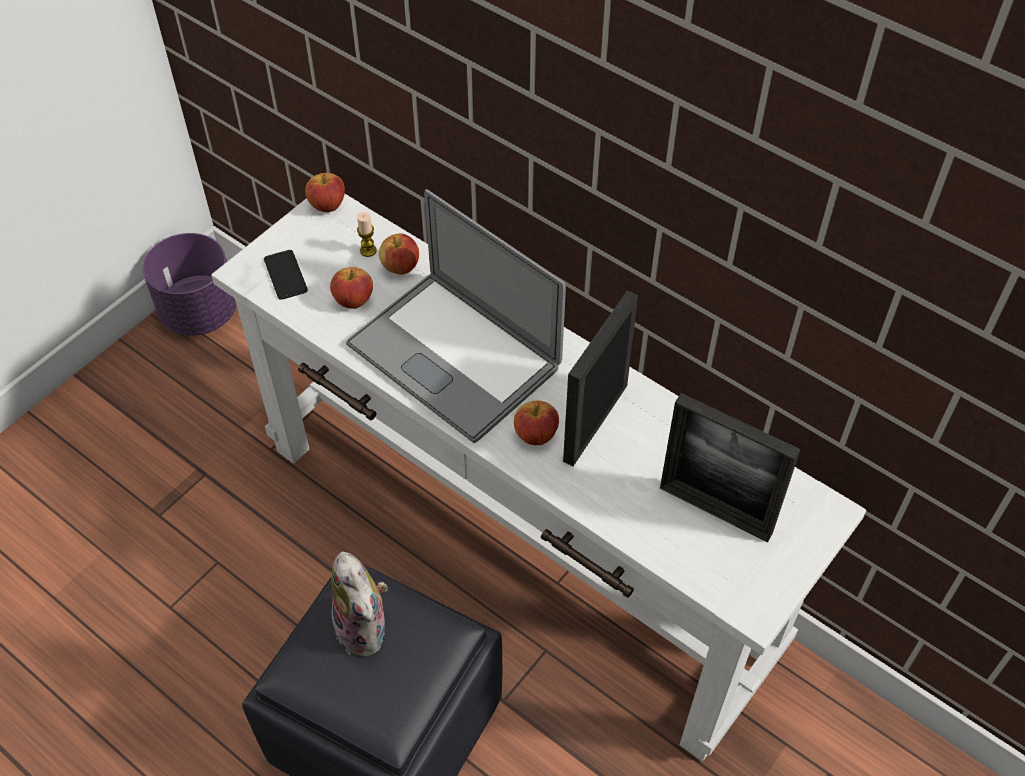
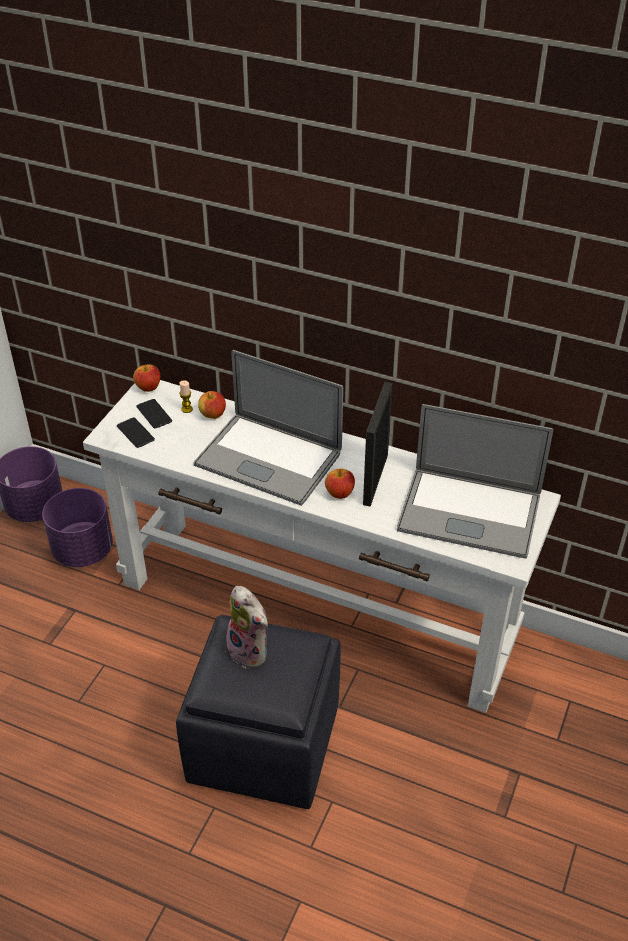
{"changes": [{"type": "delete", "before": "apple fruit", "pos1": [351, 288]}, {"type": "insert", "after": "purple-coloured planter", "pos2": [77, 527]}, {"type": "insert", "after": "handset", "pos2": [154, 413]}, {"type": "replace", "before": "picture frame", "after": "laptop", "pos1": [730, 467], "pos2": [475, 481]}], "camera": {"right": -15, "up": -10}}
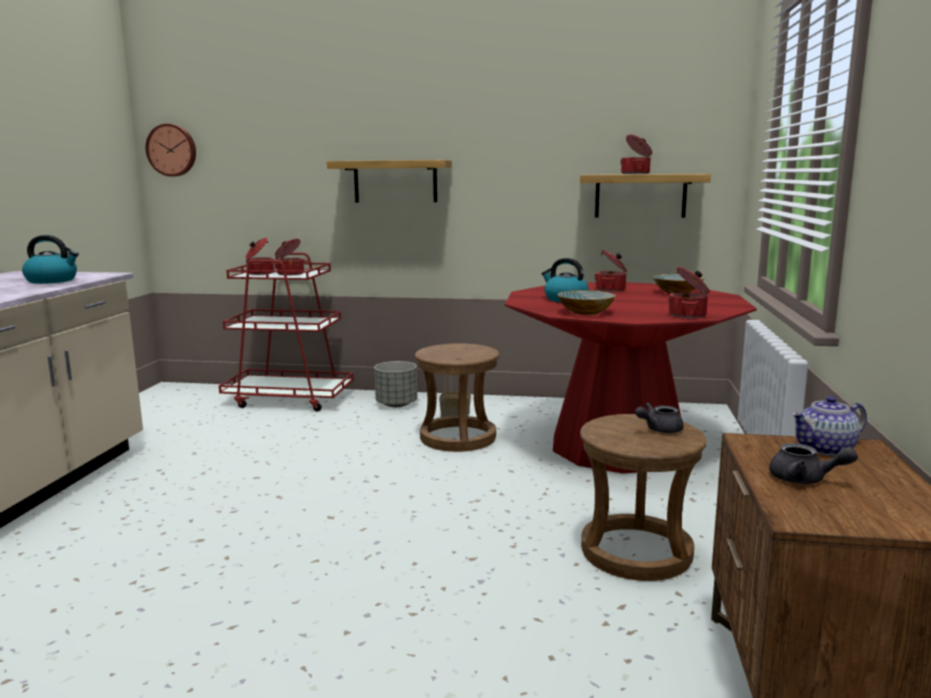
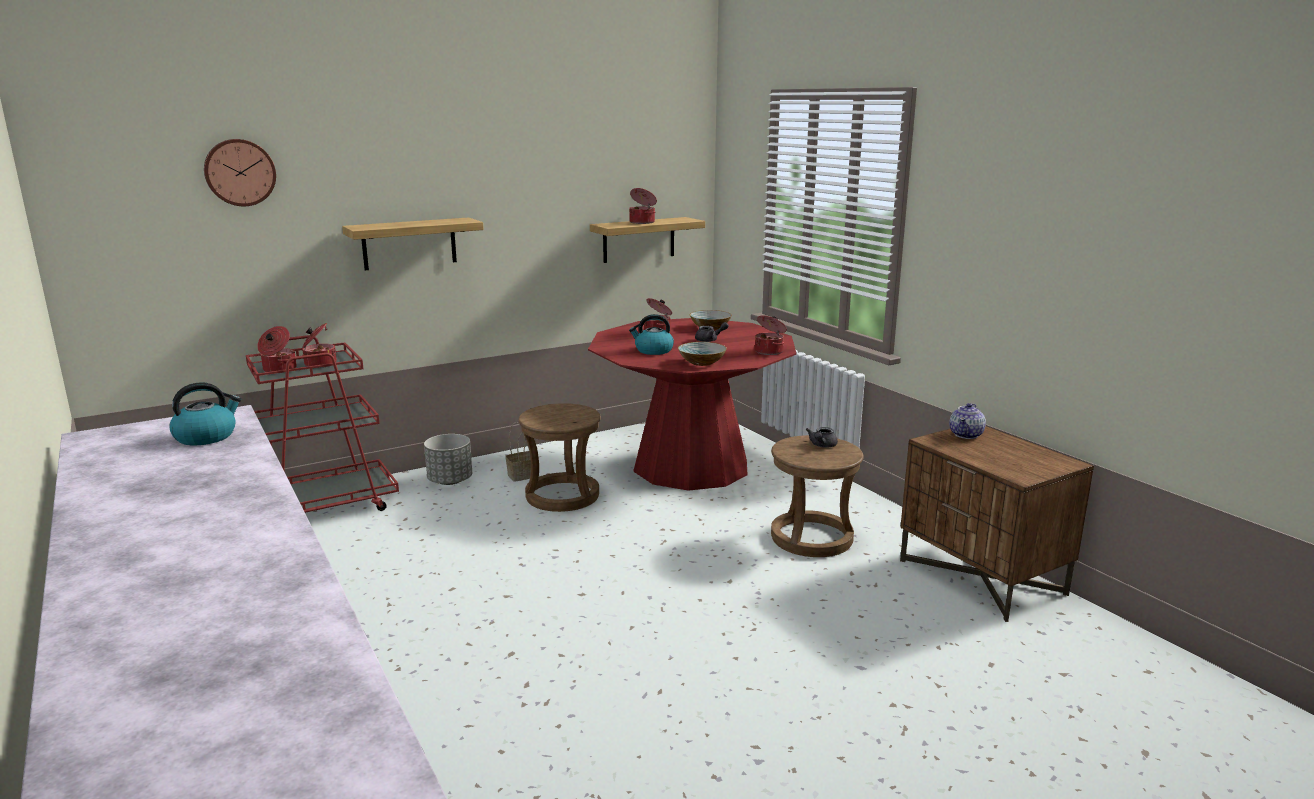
{"changes": [{"type": "move", "before": "hanging clock", "pos1": [171, 150], "pos2": [240, 172]}, {"type": "move", "before": "gray tea pot", "pos1": [813, 463], "pos2": [712, 332]}], "camera": {"right": -40, "up": 5}}
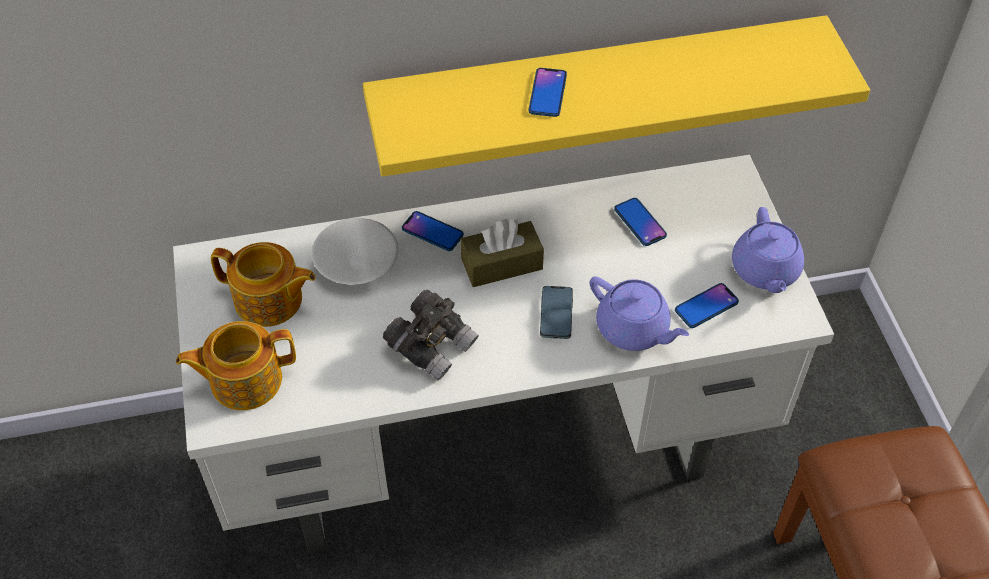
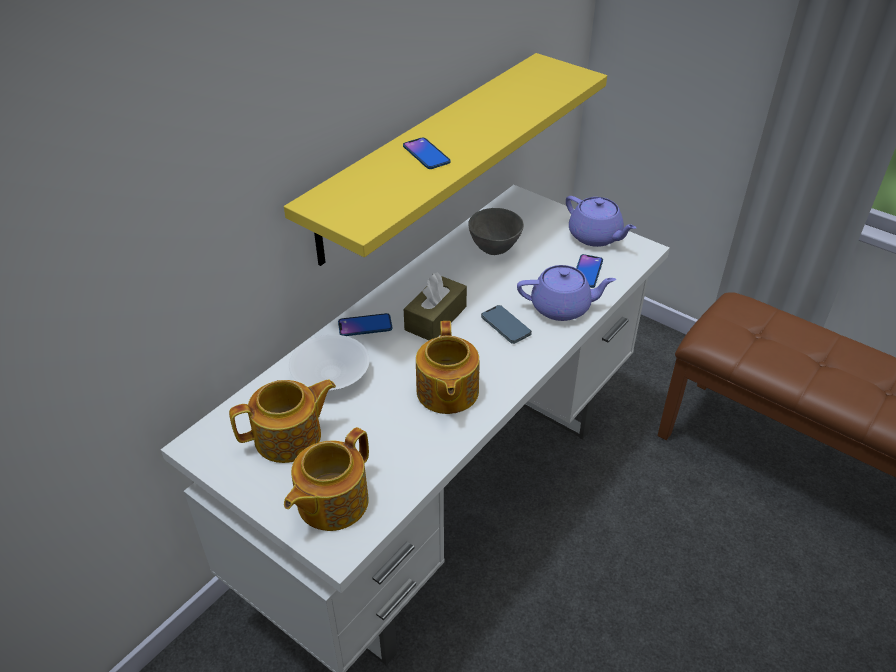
{"changes": [{"type": "replace", "before": "gray field glasses", "after": "tea pot", "pos1": [431, 335], "pos2": [447, 367]}, {"type": "replace", "before": "handset", "after": "gray deep dish", "pos1": [640, 222], "pos2": [496, 231]}], "camera": {"right": -40, "up": -10}}
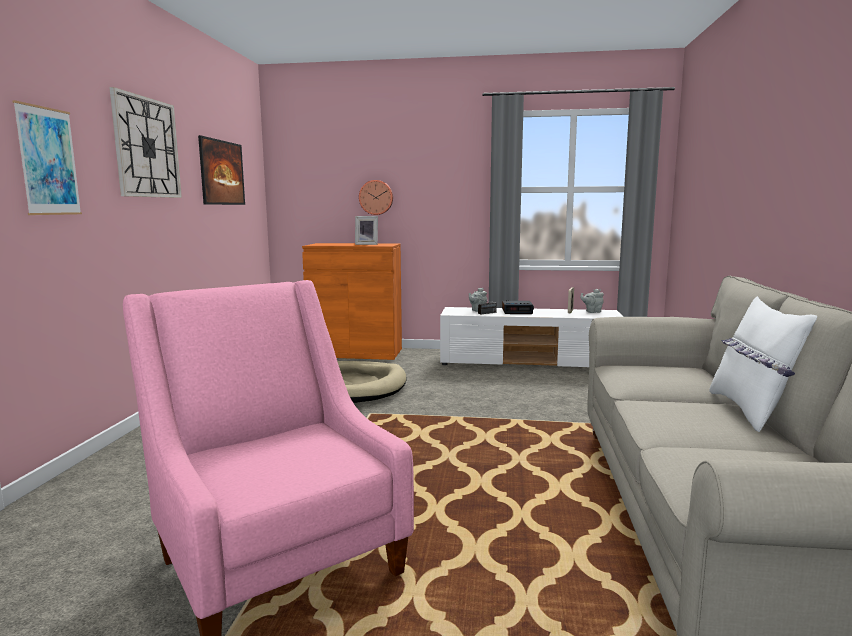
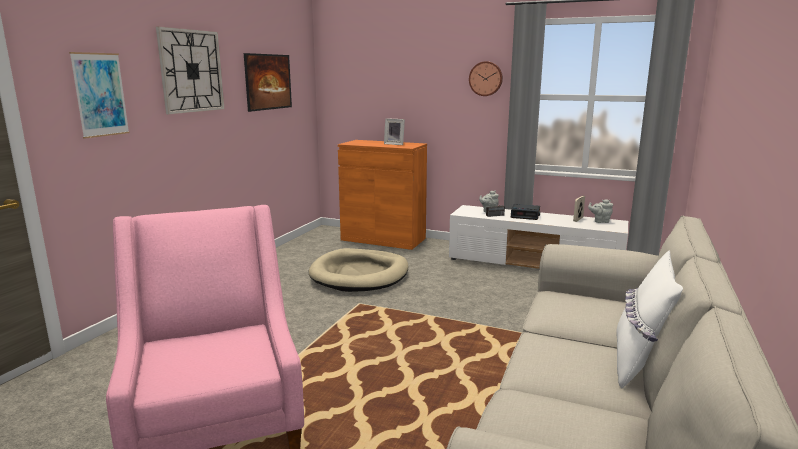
{"changes": [{"type": "move", "before": "hanging clock", "pos1": [376, 197], "pos2": [486, 78]}], "camera": {"right": 15, "up": 5}}
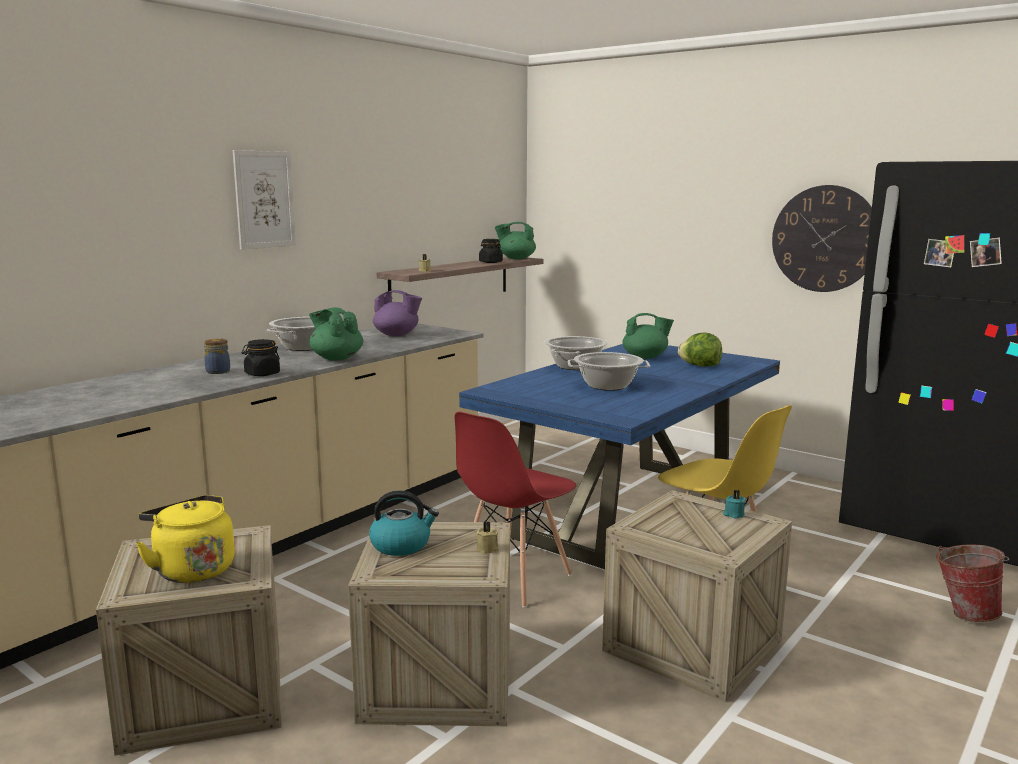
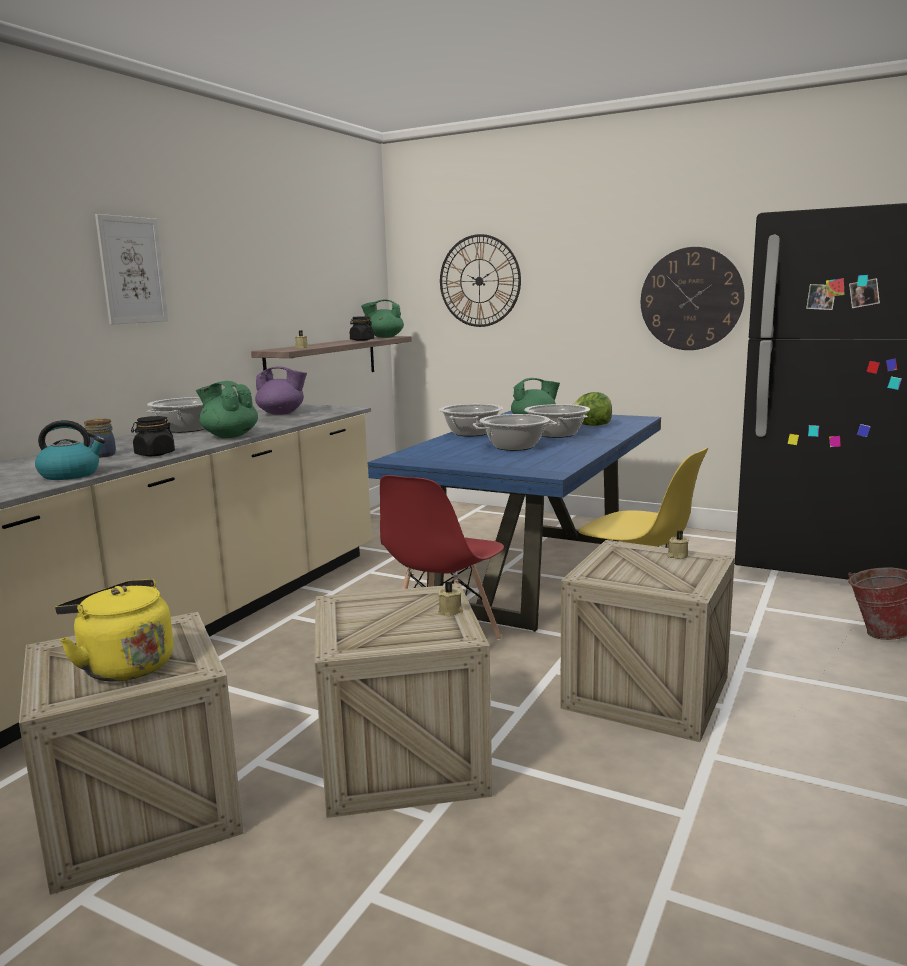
{"changes": [{"type": "insert", "after": "hanging clock", "pos2": [480, 280]}, {"type": "insert", "after": "saucepot", "pos2": [557, 421]}, {"type": "move", "before": "water kettle", "pos1": [404, 523], "pos2": [70, 450]}, {"type": "recolor", "before": "turquoise-coloured wax candle", "after": "beige wax candle", "pos1": [734, 504], "pos2": [678, 544]}], "camera": {"right": -10, "up": 0}}
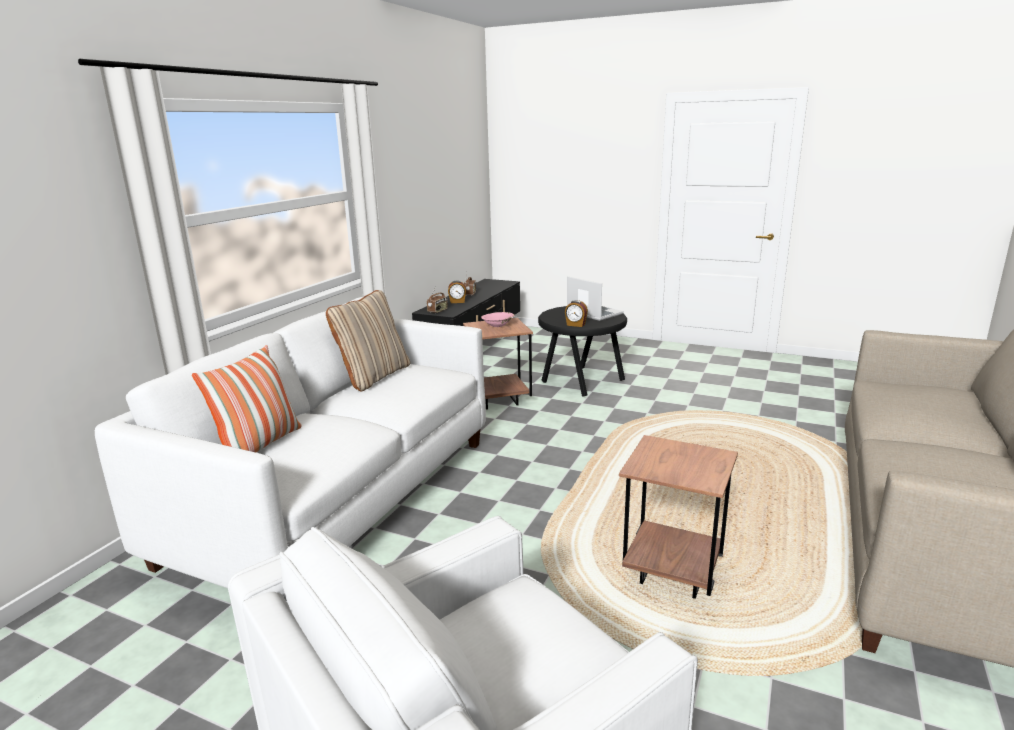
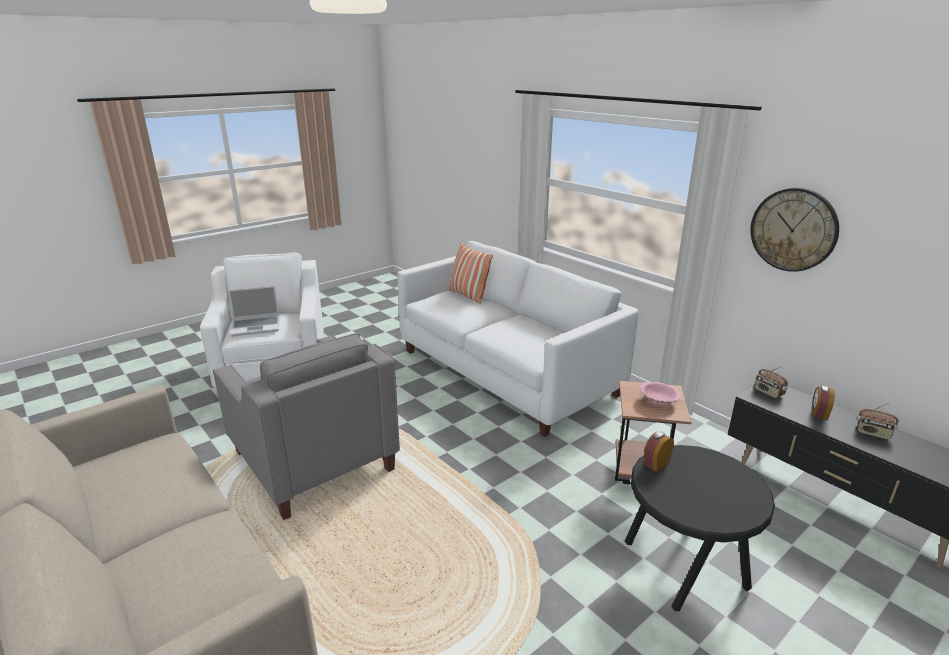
{"changes": [{"type": "delete", "before": "beige pillow", "pos1": [368, 340]}, {"type": "insert", "after": "hanging clock", "pos2": [794, 230]}, {"type": "move", "before": "laptop", "pos1": [595, 298], "pos2": [254, 311]}, {"type": "replace", "before": "brownish accent table", "after": "gray easy chair", "pos1": [678, 517], "pos2": [306, 426]}], "camera": {"right": 115, "up": 5}}
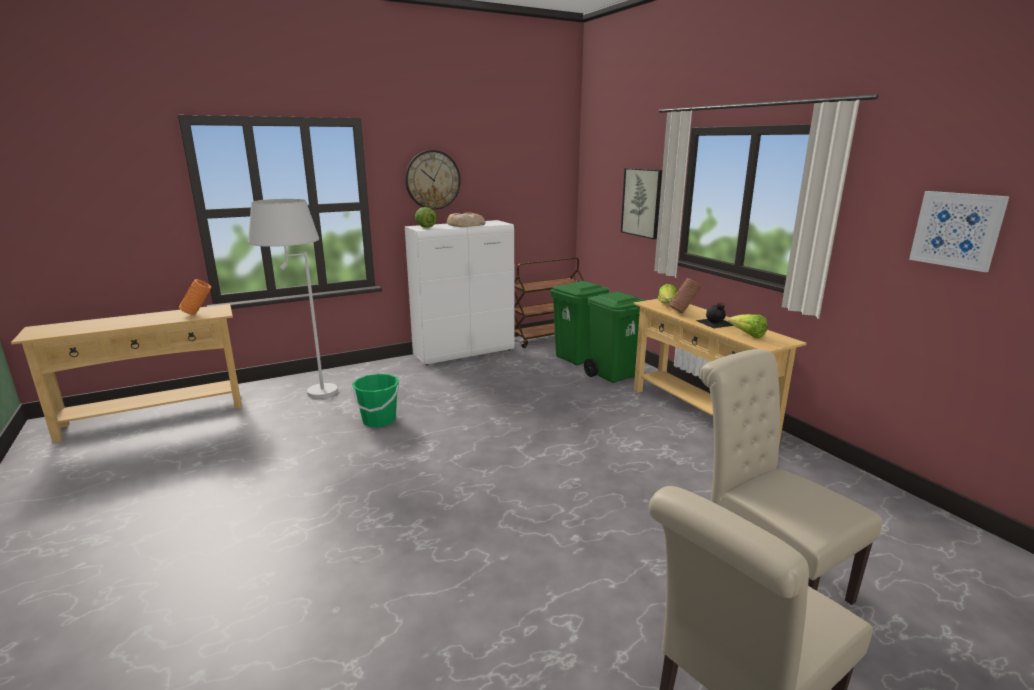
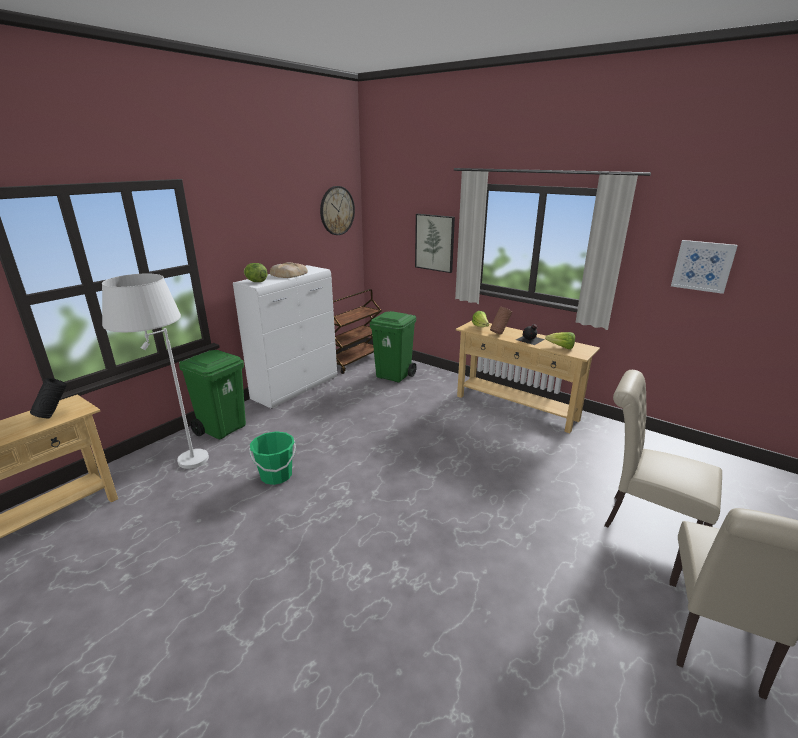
{"changes": [{"type": "move", "before": "hanging clock", "pos1": [433, 180], "pos2": [337, 210]}, {"type": "move", "before": "green trash can", "pos1": [615, 337], "pos2": [212, 394]}, {"type": "recolor", "before": "orange-coloured flower vase", "after": "black flower vase", "pos1": [195, 297], "pos2": [48, 398]}], "camera": {"right": -25, "up": 5}}
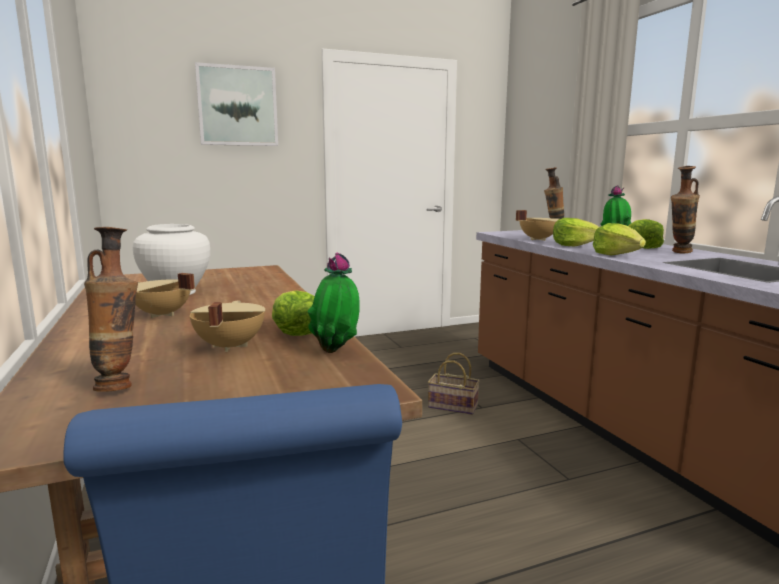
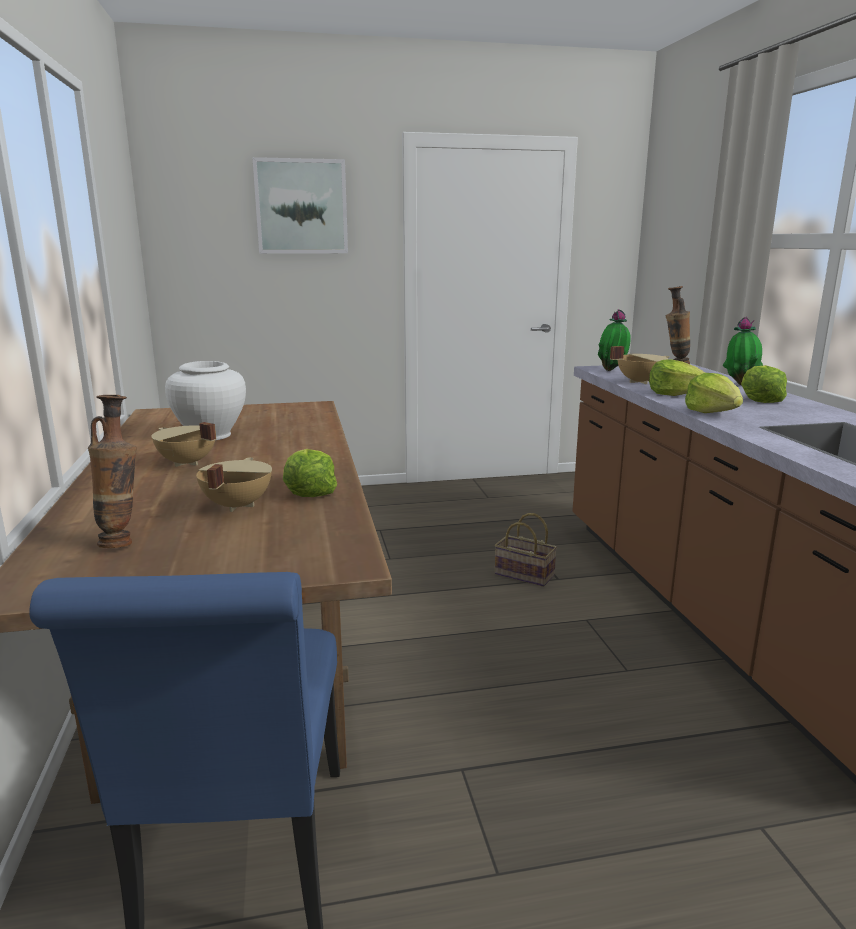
{"changes": [{"type": "delete", "before": "flower vase", "pos1": [685, 210]}, {"type": "move", "before": "houseplant", "pos1": [334, 303], "pos2": [614, 340]}], "camera": {"right": 10, "up": 5}}
